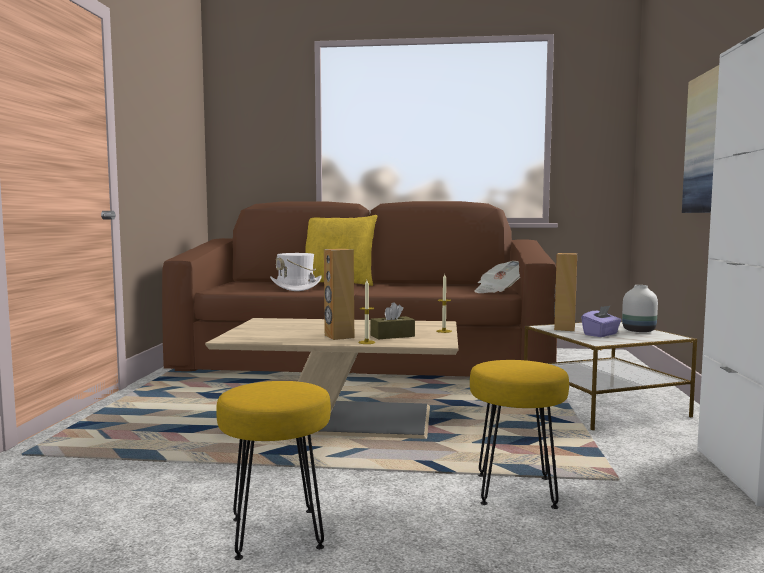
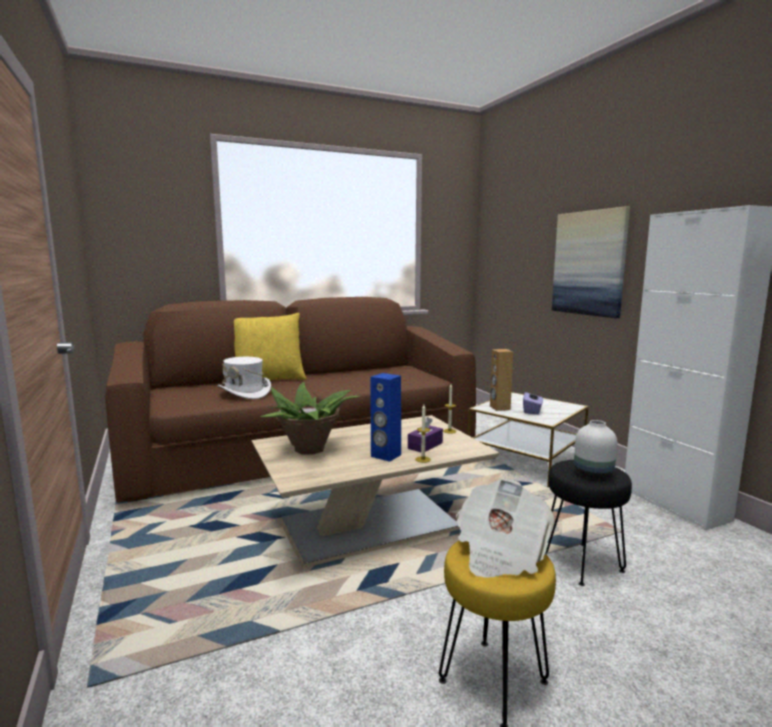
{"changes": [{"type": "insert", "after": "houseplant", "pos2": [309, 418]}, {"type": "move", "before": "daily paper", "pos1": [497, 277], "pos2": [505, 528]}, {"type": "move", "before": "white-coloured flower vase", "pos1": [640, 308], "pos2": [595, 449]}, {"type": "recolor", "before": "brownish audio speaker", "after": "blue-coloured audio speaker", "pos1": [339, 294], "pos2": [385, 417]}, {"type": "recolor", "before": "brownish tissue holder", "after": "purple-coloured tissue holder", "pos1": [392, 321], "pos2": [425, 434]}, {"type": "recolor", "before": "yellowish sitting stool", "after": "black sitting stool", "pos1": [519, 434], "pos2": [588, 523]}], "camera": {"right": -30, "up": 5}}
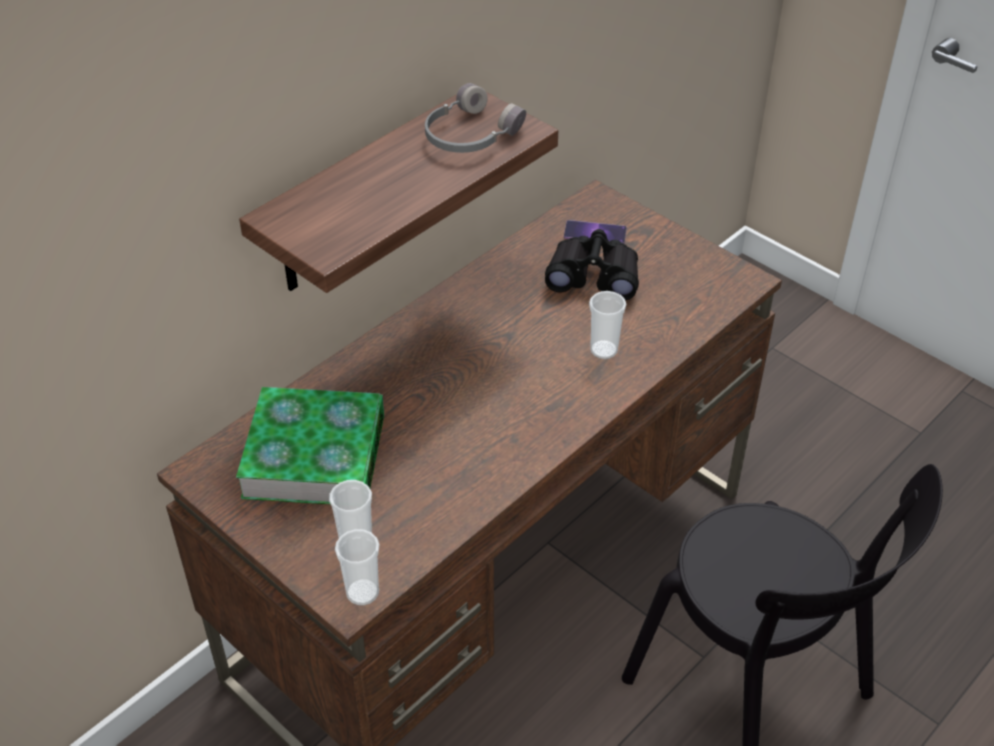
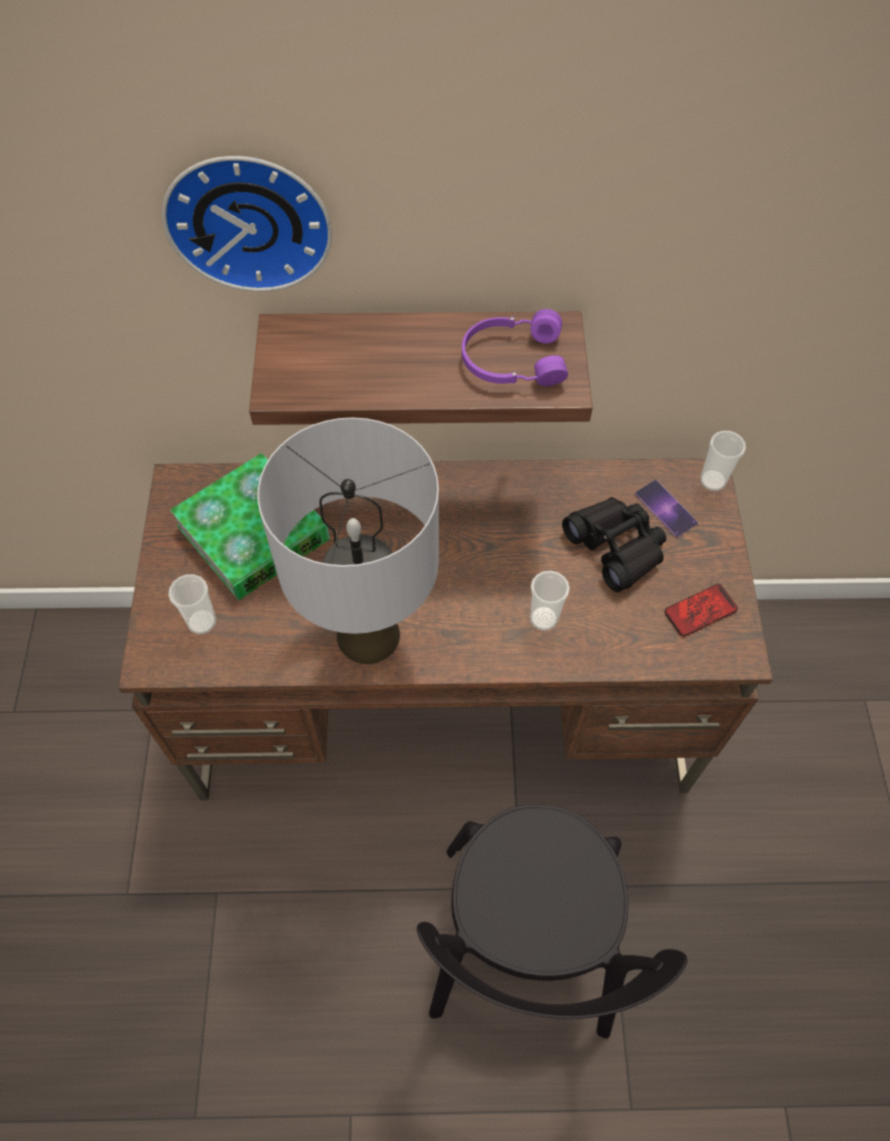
{"changes": [{"type": "insert", "after": "hanging clock", "pos2": [247, 224]}, {"type": "insert", "after": "gray tabletop lamp", "pos2": [348, 540]}, {"type": "insert", "after": "handset", "pos2": [701, 610]}, {"type": "move", "before": "cup", "pos1": [357, 567], "pos2": [723, 461]}, {"type": "recolor", "before": "gray pair of headphones", "after": "purple-coloured pair of headphones", "pos1": [475, 118], "pos2": [515, 347]}], "camera": {"right": 45, "up": 15}}
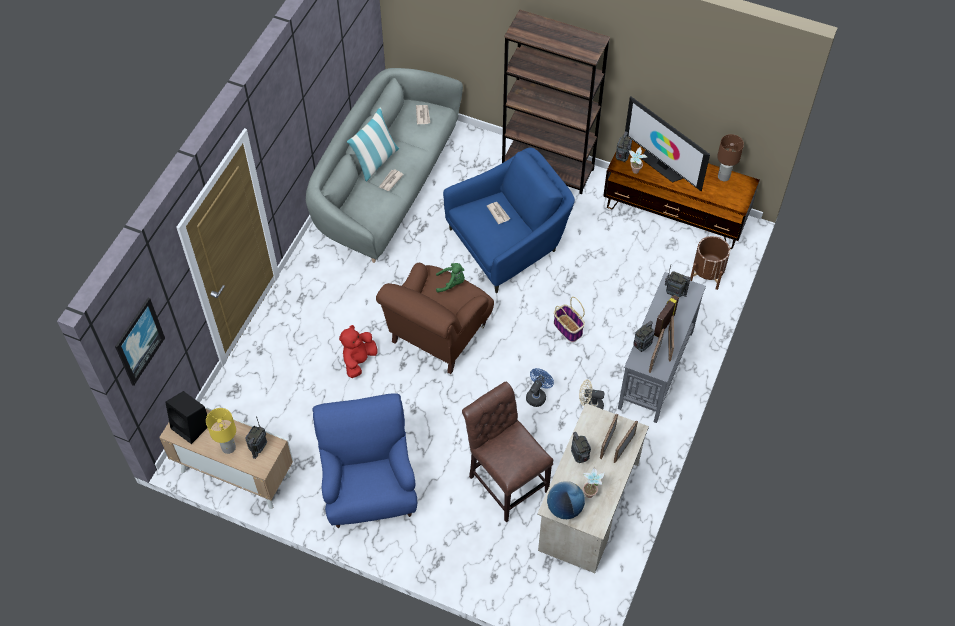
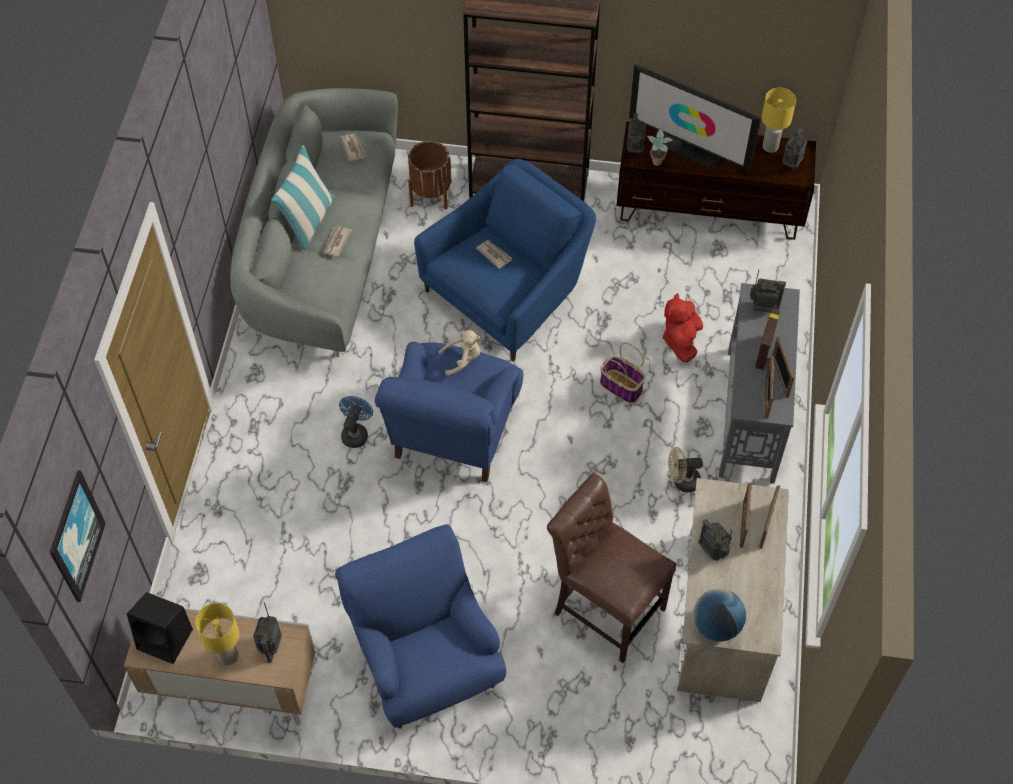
{"changes": [{"type": "delete", "before": "houseplant", "pos1": [594, 482]}, {"type": "move", "before": "red soft toy", "pos1": [358, 351], "pos2": [683, 327]}, {"type": "move", "before": "blue-coloured fan", "pos1": [540, 387], "pos2": [356, 422]}, {"type": "move", "before": "radio set", "pos1": [644, 336], "pos2": [794, 149]}, {"type": "move", "before": "brownish planter", "pos1": [710, 263], "pos2": [430, 175]}, {"type": "recolor", "before": "brownish easy chair", "after": "blue-coloured easy chair", "pos1": [435, 318], "pos2": [449, 412]}, {"type": "recolor", "before": "green soft toy", "after": "beige soft toy", "pos1": [450, 278], "pos2": [459, 353]}, {"type": "recolor", "before": "brownish tabletop lamp", "after": "yellowish tabletop lamp", "pos1": [730, 157], "pos2": [778, 120]}], "camera": {"right": -15, "up": 0}}
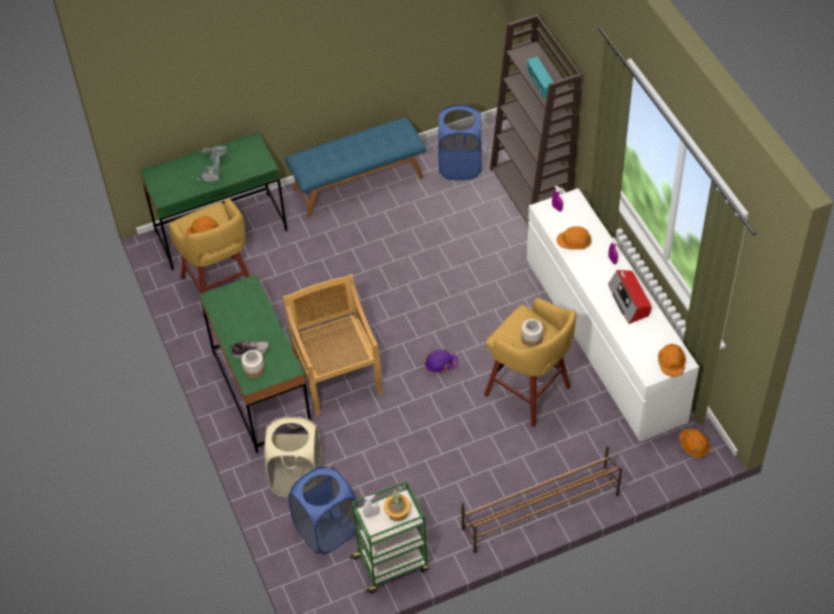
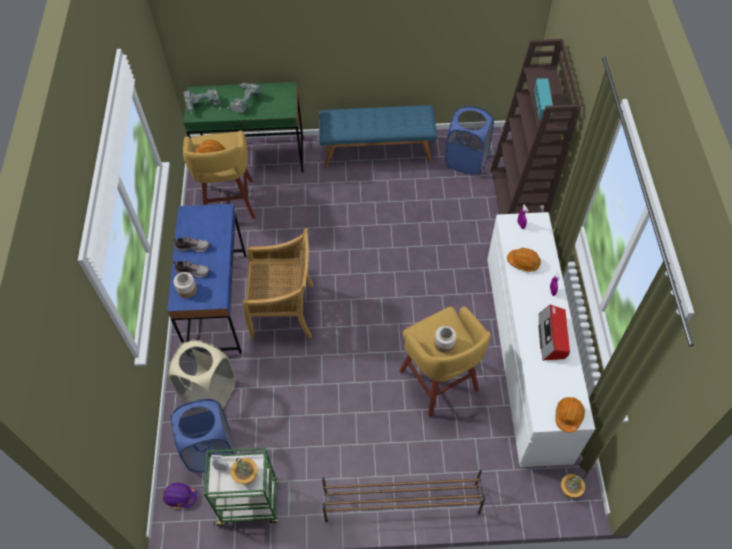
{"changes": [{"type": "insert", "after": "item of footwear", "pos2": [191, 244]}, {"type": "insert", "after": "drill", "pos2": [202, 101]}, {"type": "move", "before": "purple-coloured work helmet", "pos1": [441, 361], "pos2": [179, 495]}, {"type": "replace", "before": "orange-coloured work helmet", "after": "houseplant", "pos1": [694, 443], "pos2": [573, 486]}, {"type": "recolor", "before": "green desk", "after": "blue-coloured desk", "pos1": [255, 363], "pos2": [206, 279]}, {"type": "rotate", "before": "beige upright chair", "pos1": [332, 345], "pos2": [278, 283], "turn": 90}], "camera": {"right": 20, "up": 5}}
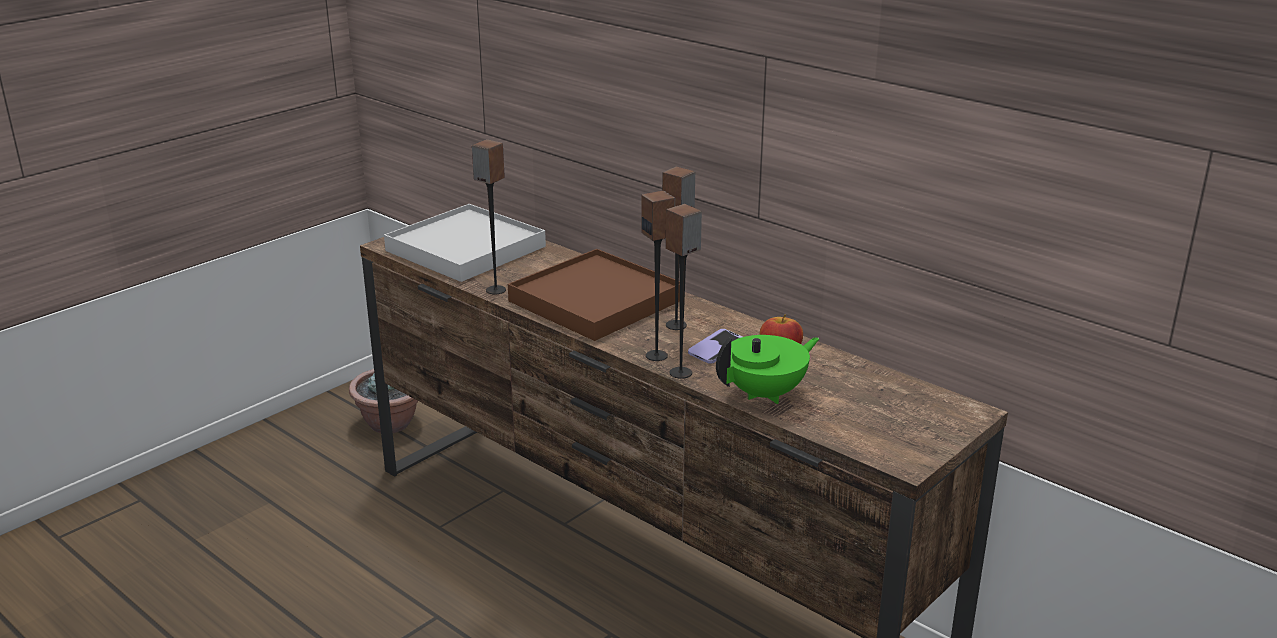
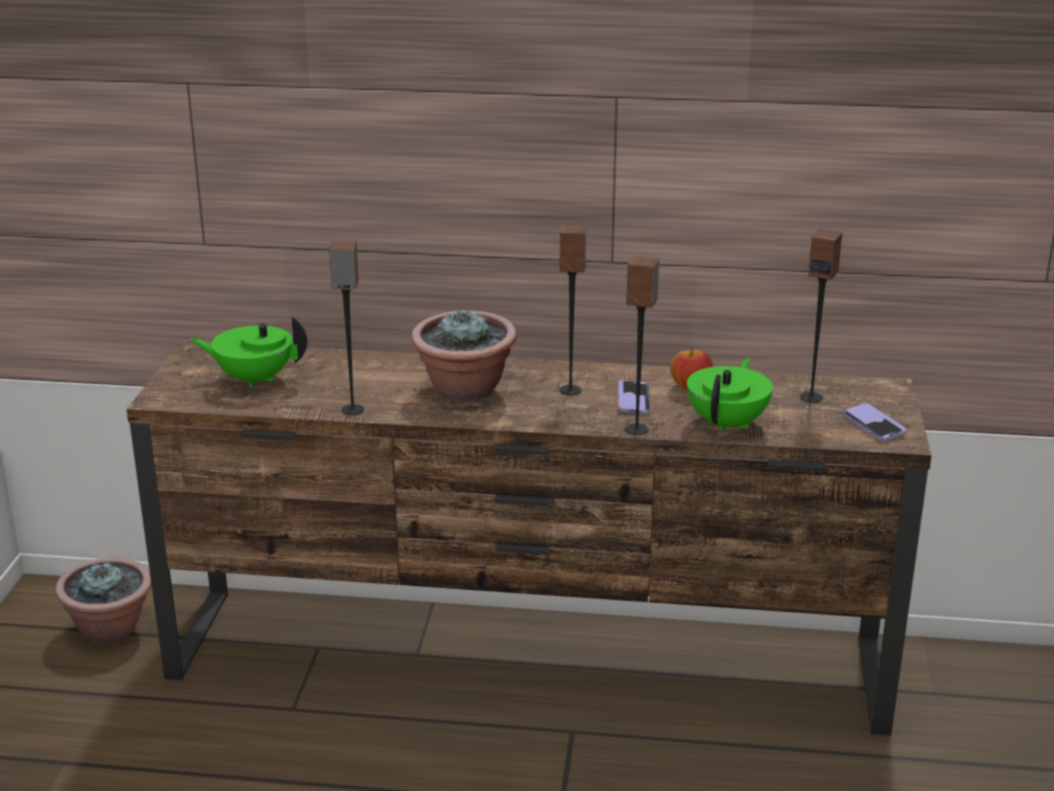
{"changes": [{"type": "insert", "after": "handset", "pos2": [874, 422]}, {"type": "move", "before": "audio speaker", "pos1": [658, 276], "pos2": [821, 316]}, {"type": "replace", "before": "white-coloured carrying tray", "after": "green tea pot", "pos1": [465, 243], "pos2": [248, 352]}, {"type": "replace", "before": "brownish carrying tray", "after": "houseplant", "pos1": [594, 295], "pos2": [464, 355]}], "camera": {"right": -35, "up": 0}}
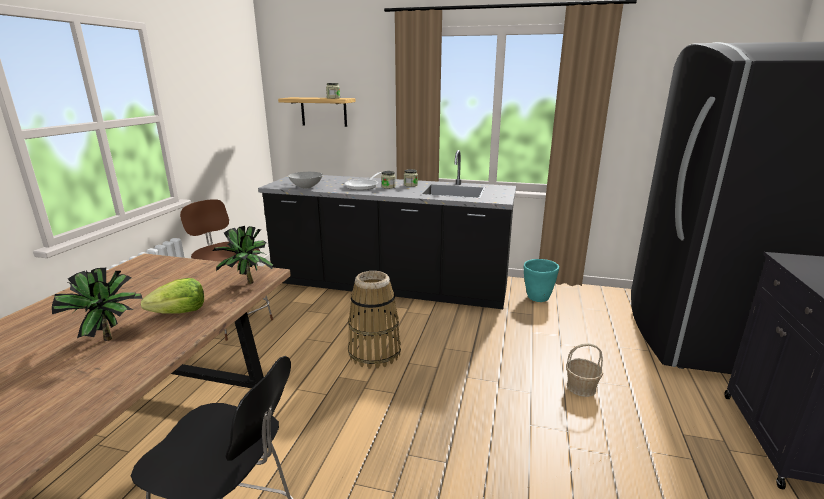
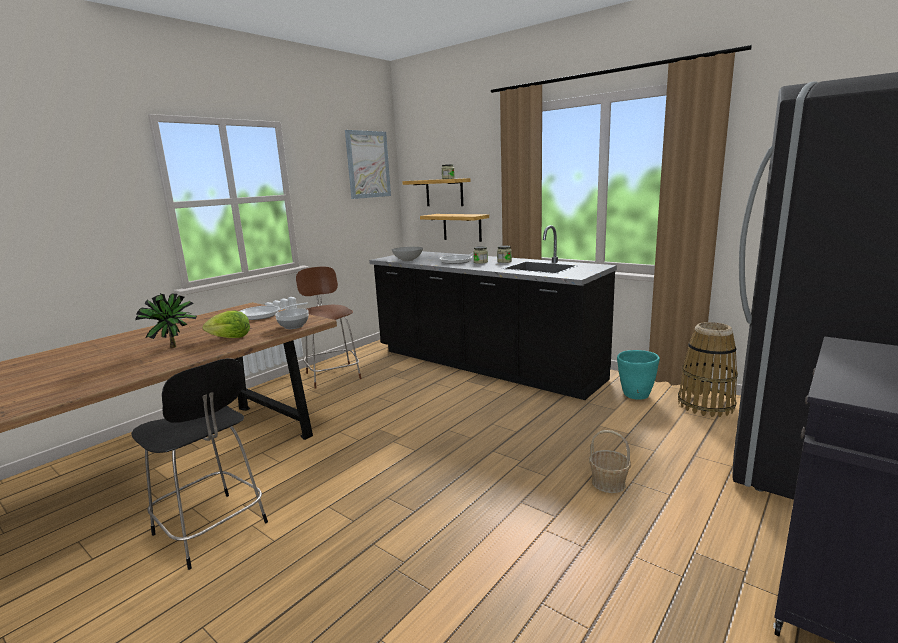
{"changes": [{"type": "insert", "after": "skillet", "pos2": [273, 311]}, {"type": "insert", "after": "picture", "pos2": [368, 164]}, {"type": "insert", "after": "bracket shelf", "pos2": [454, 228]}, {"type": "move", "before": "storage basket", "pos1": [374, 320], "pos2": [708, 369]}, {"type": "replace", "before": "houseplant", "after": "deep dish", "pos1": [243, 255], "pos2": [292, 318]}], "camera": {"right": 25, "up": -5}}
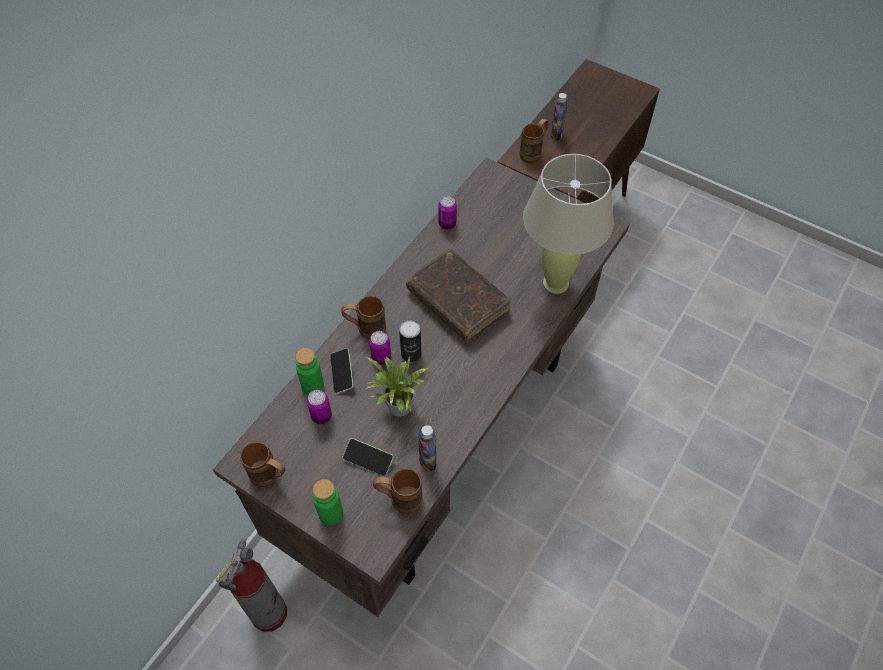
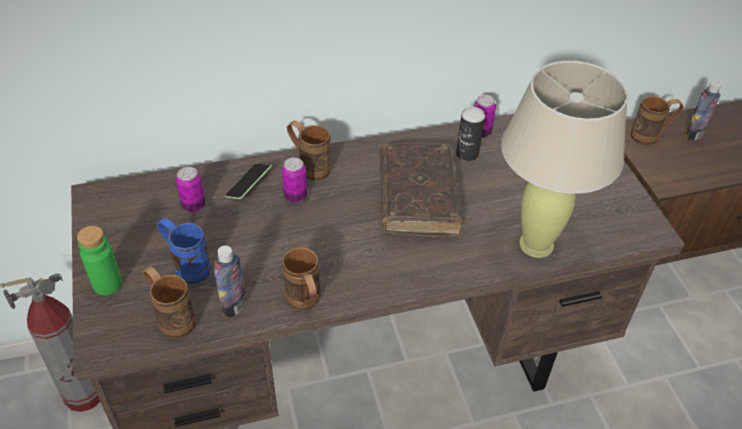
{"changes": [{"type": "delete", "before": "green beverage bottle", "pos1": [309, 371]}, {"type": "delete", "before": "houseplant", "pos1": [397, 386]}, {"type": "move", "before": "brownish mug", "pos1": [263, 464], "pos2": [301, 278]}, {"type": "move", "before": "sealed can", "pos1": [410, 341], "pos2": [470, 134]}, {"type": "replace", "before": "handset", "after": "blue-coloured mug", "pos1": [368, 457], "pos2": [184, 251]}], "camera": {"right": 40, "up": -10}}
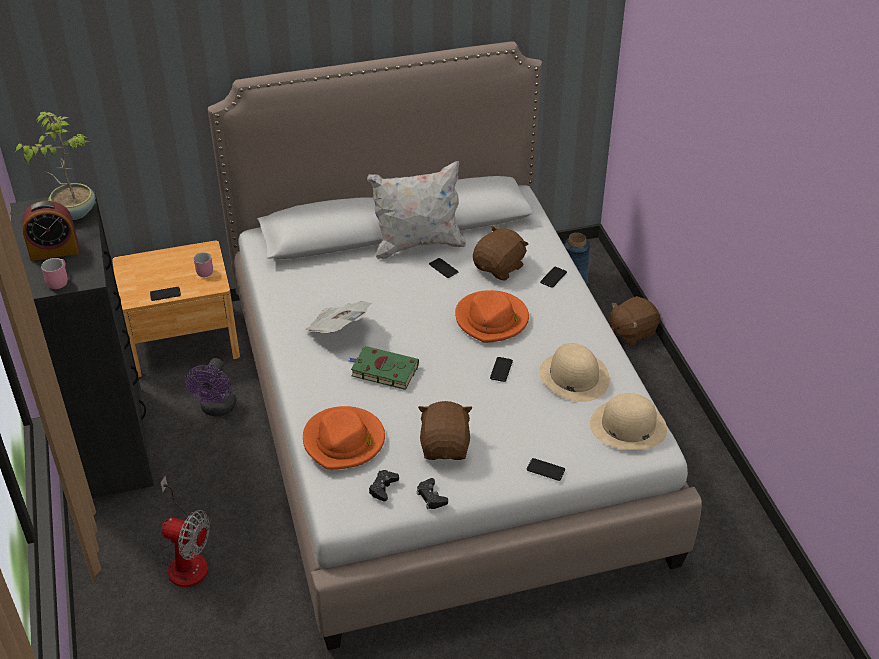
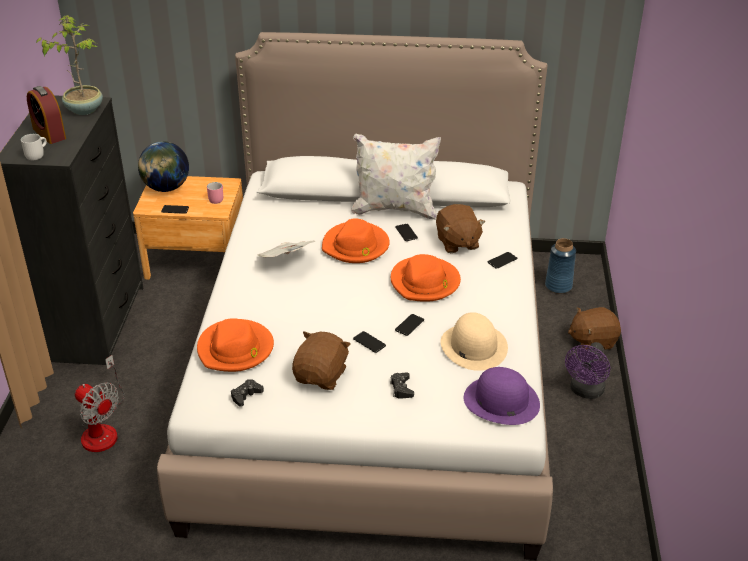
{"changes": [{"type": "delete", "before": "green volume", "pos1": [384, 368]}, {"type": "insert", "after": "globe", "pos2": [163, 166]}, {"type": "insert", "after": "orange-coloured hat", "pos2": [356, 240]}, {"type": "move", "before": "purple-coloured fan", "pos1": [210, 387], "pos2": [587, 370]}, {"type": "move", "before": "black gamepad", "pos1": [432, 493], "pos2": [402, 385]}, {"type": "move", "before": "handset", "pos1": [546, 469], "pos2": [369, 342]}, {"type": "recolor", "before": "pink-coloured mug", "after": "white-coloured mug", "pos1": [54, 273], "pos2": [34, 147]}, {"type": "recolor", "before": "beige hat", "after": "purple-coloured hat", "pos1": [628, 421], "pos2": [502, 396]}, {"type": "rotate", "before": "bedside clock", "pos1": [50, 231], "pos2": [46, 115], "turn": 45}, {"type": "rotate", "before": "brownish soft toy", "pos1": [500, 253], "pos2": [460, 228], "turn": 105}], "camera": {"right": 20, "up": -5}}
